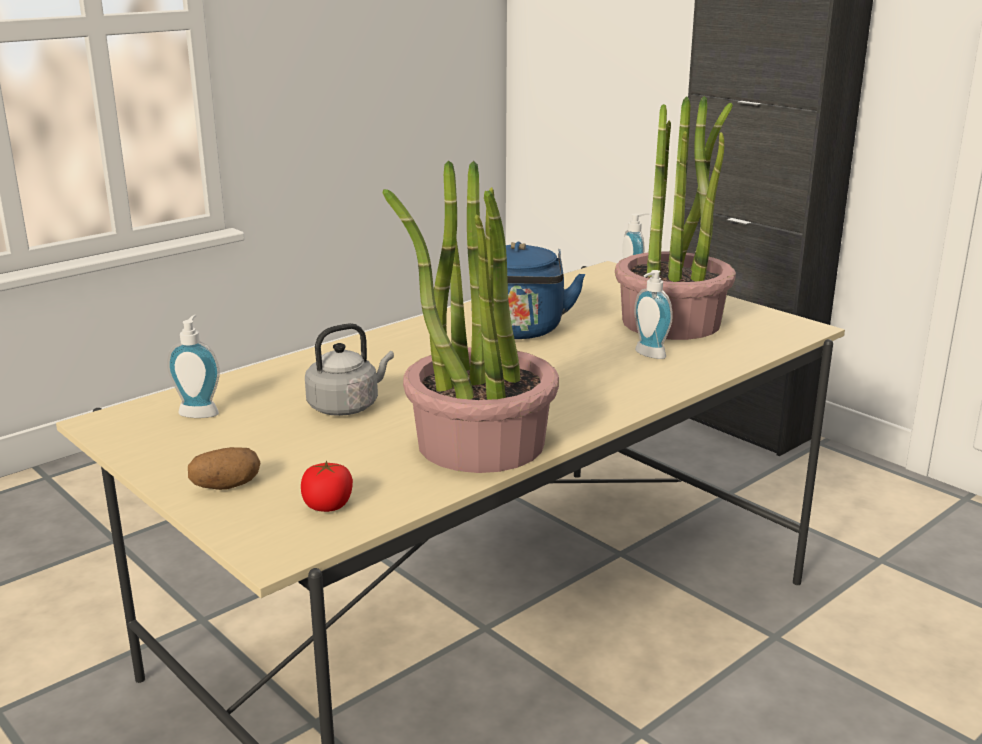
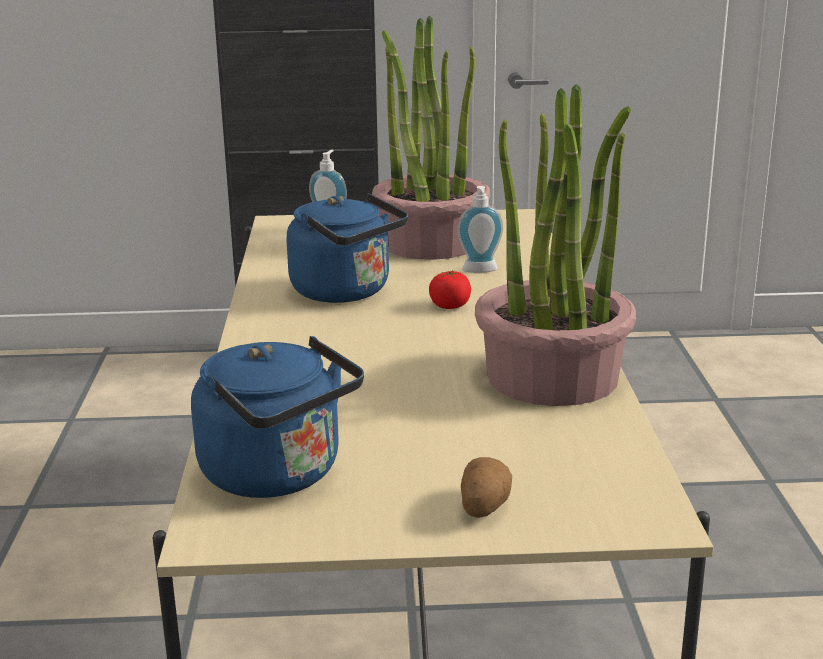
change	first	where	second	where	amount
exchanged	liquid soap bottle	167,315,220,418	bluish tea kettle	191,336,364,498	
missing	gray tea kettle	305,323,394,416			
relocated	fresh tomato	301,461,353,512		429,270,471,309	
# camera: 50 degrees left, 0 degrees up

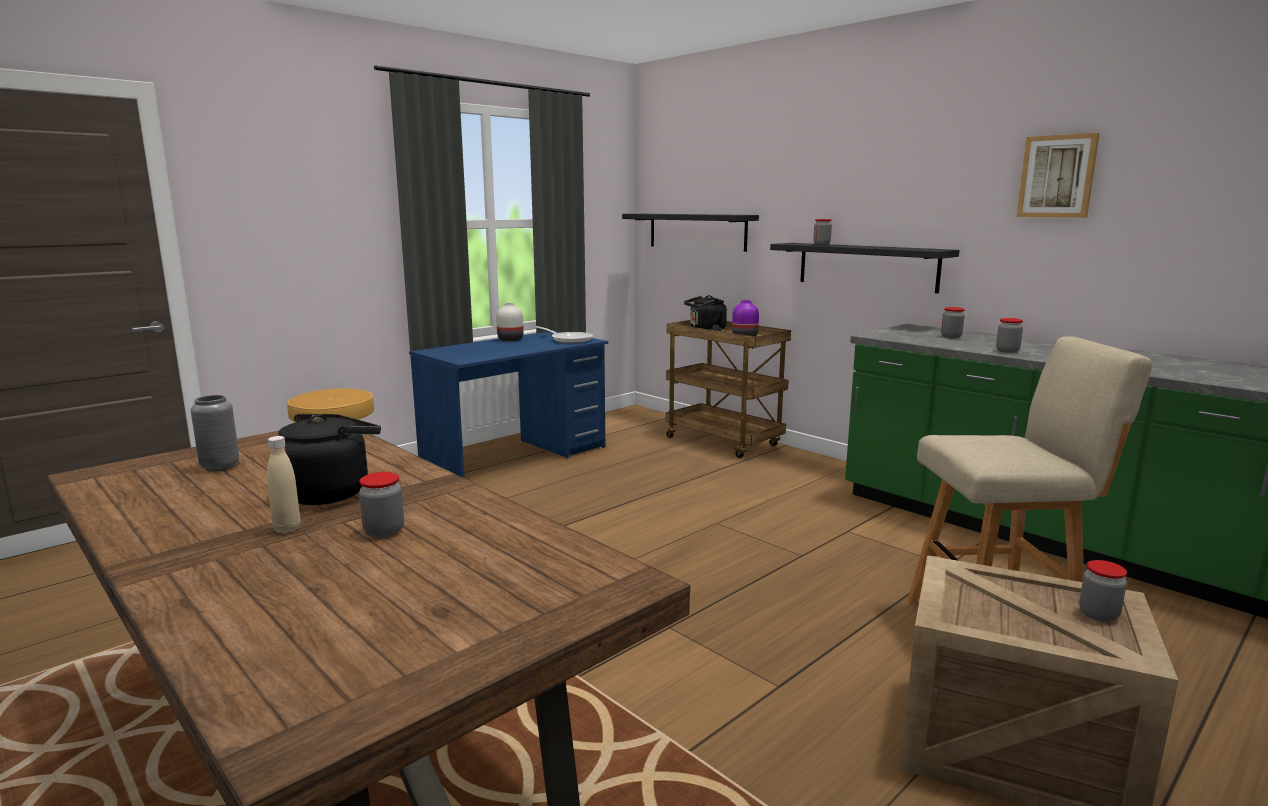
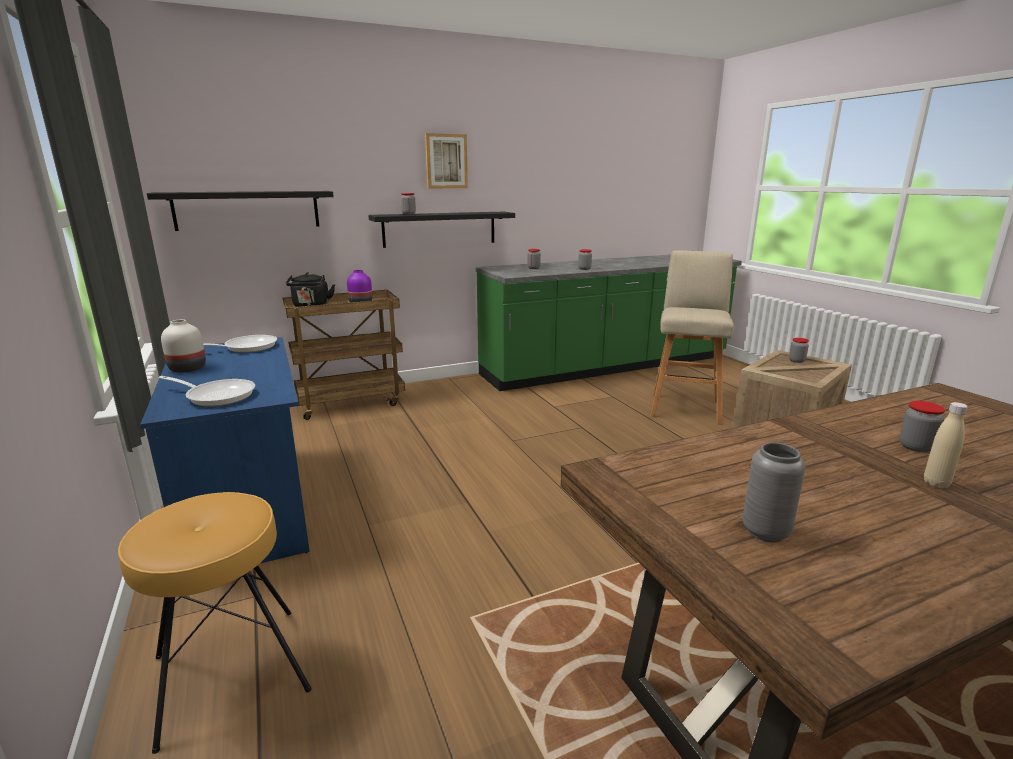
change	first	where	second	where	amount
relocated	picture	1017,133,1100,218		425,133,468,188	
missing	black tea kettle	278,414,381,505			
appeared			skillet	159,376,255,407	
# camera: 70 degrees left, 5 degrees up

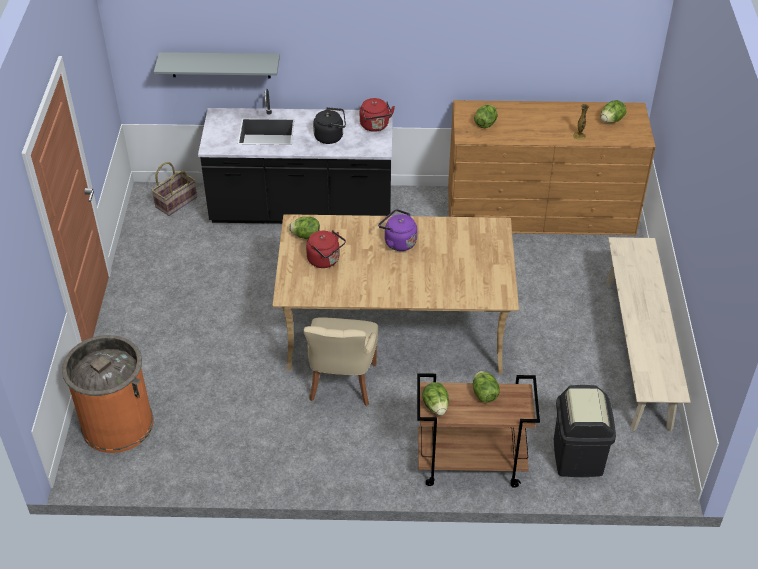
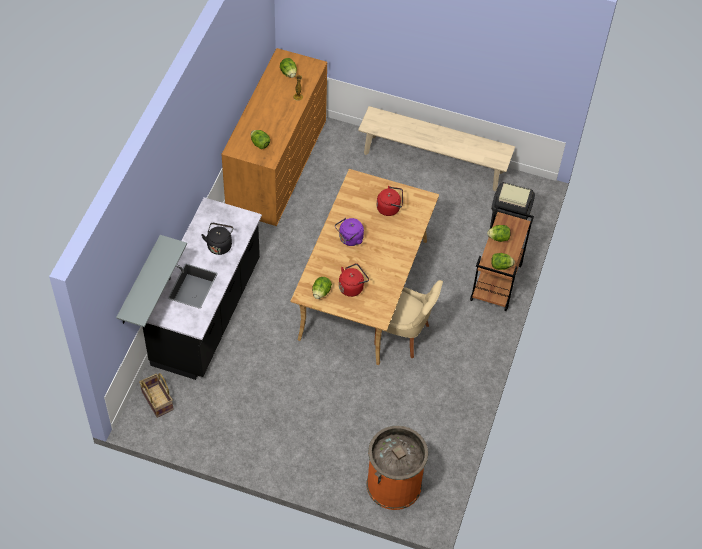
change	first	where	second	where	amount
relocated	reddish tea kettle	360,98,395,132		377,186,403,216	
# camera: 75 degrees left, 10 degrees up

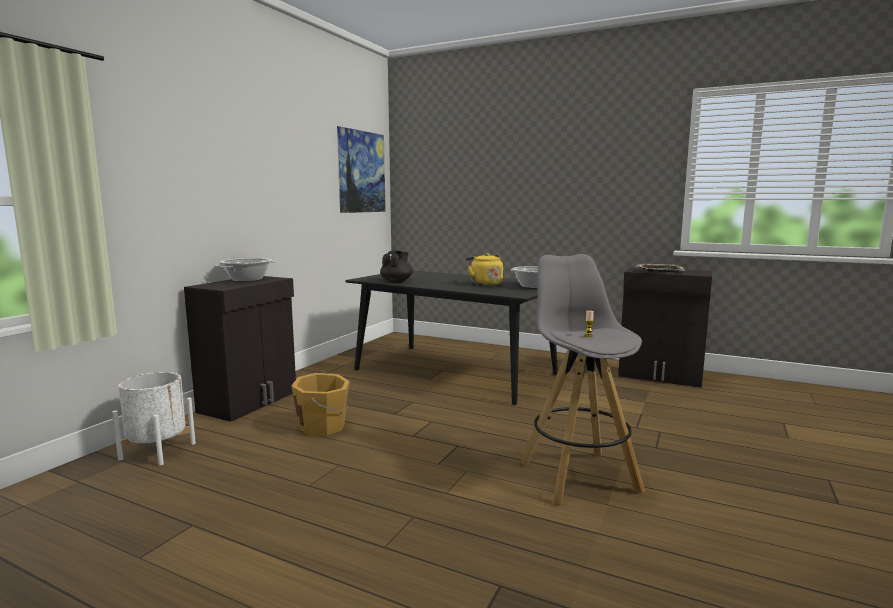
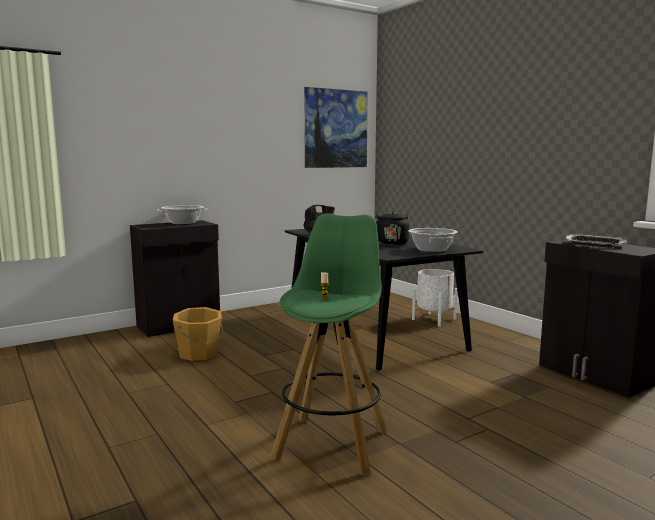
change	first	where	second	where	amount
colour	yellow-coloured tea kettle	466,253,503,286	black tea kettle	375,212,409,246	
colour	gray stool seat	520,254,645,505	greenish stool seat	270,214,387,475	
relocated	white planter	112,372,196,466		412,269,458,326	
# camera: 30 degrees right, 0 degrees up

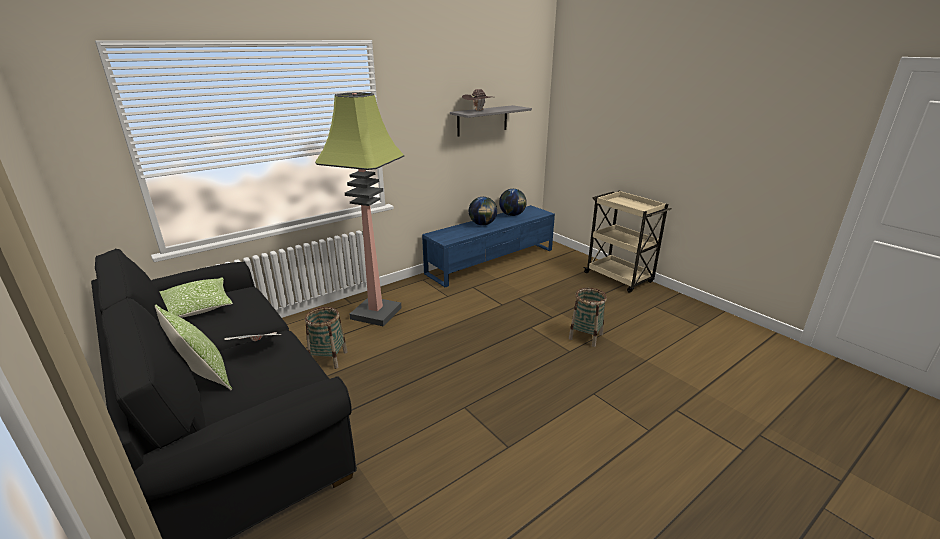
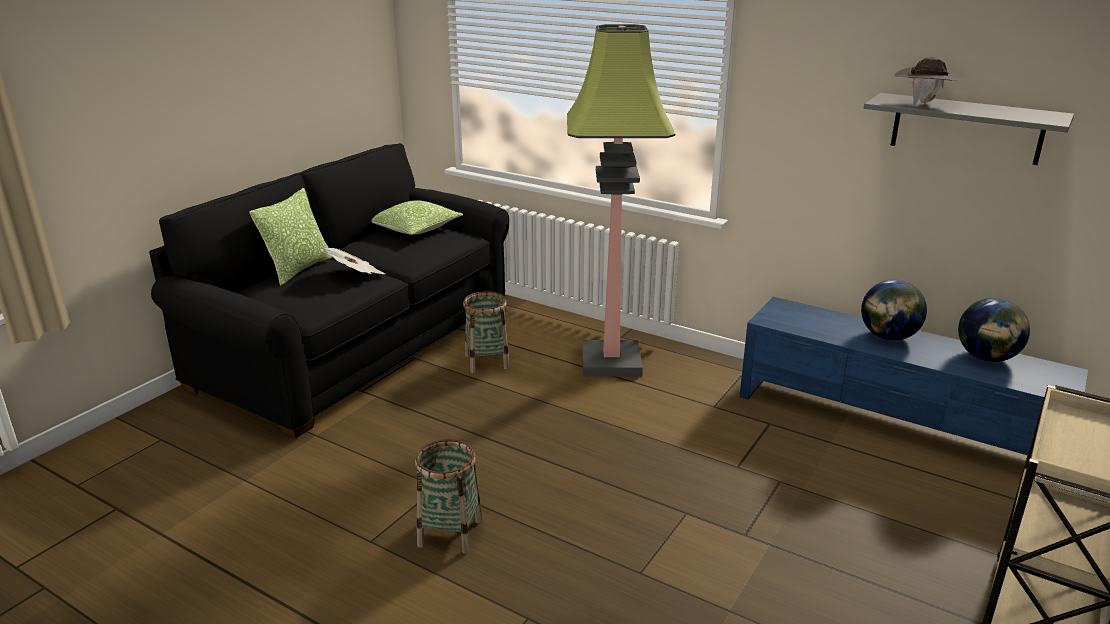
change	first	where	second	where	amount
relocated	household basket	569,288,607,347		415,439,482,554	
# camera: 70 degrees right, 0 degrees up

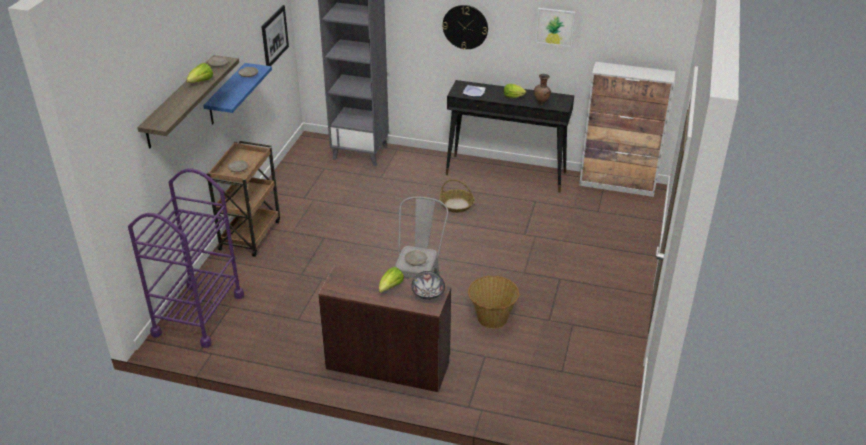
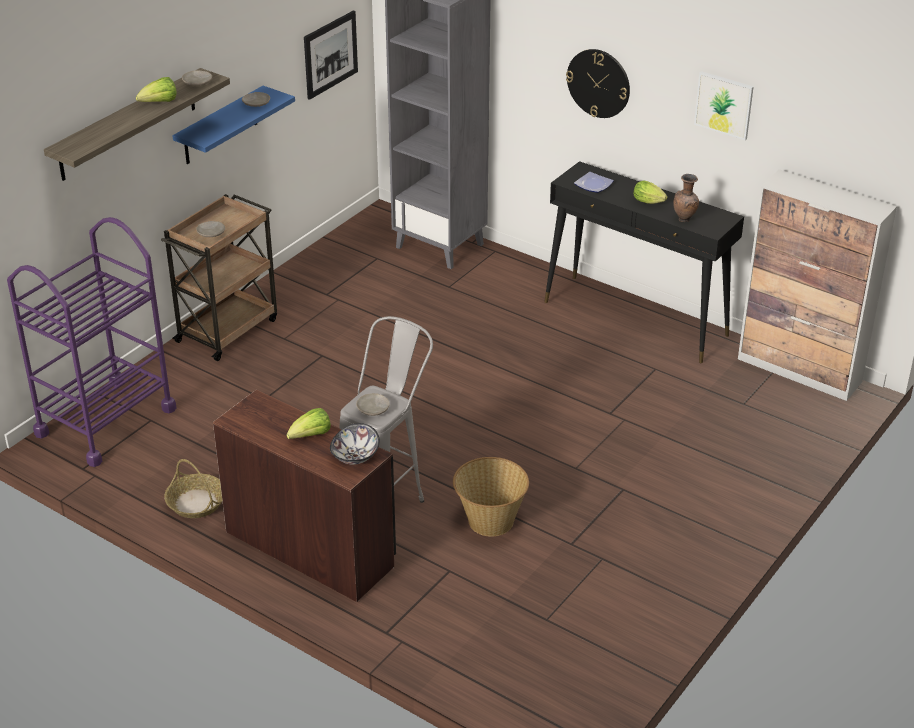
change	first	where	second	where	amount
relocated	household basket	439,179,475,213		164,459,222,518	
# camera: 20 degrees right, 0 degrees up

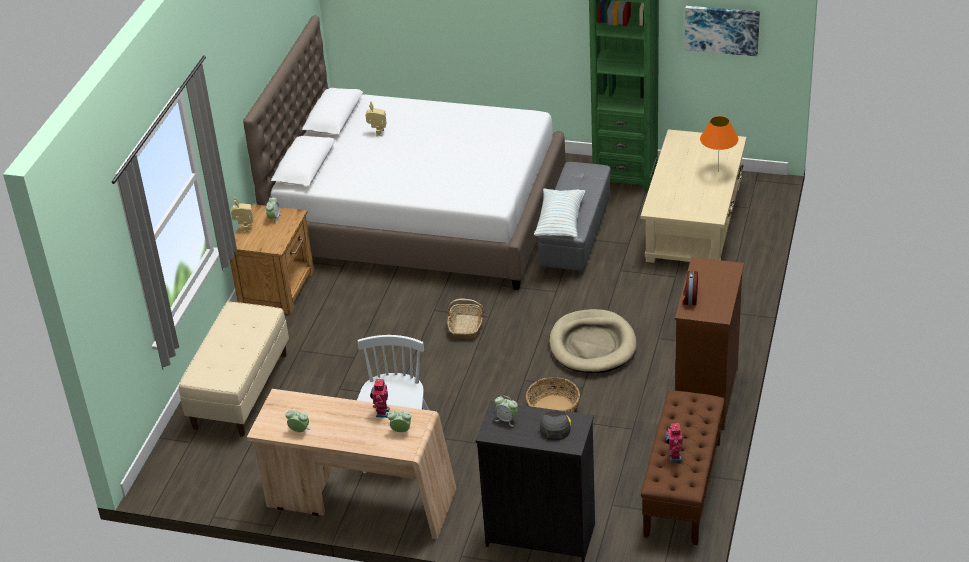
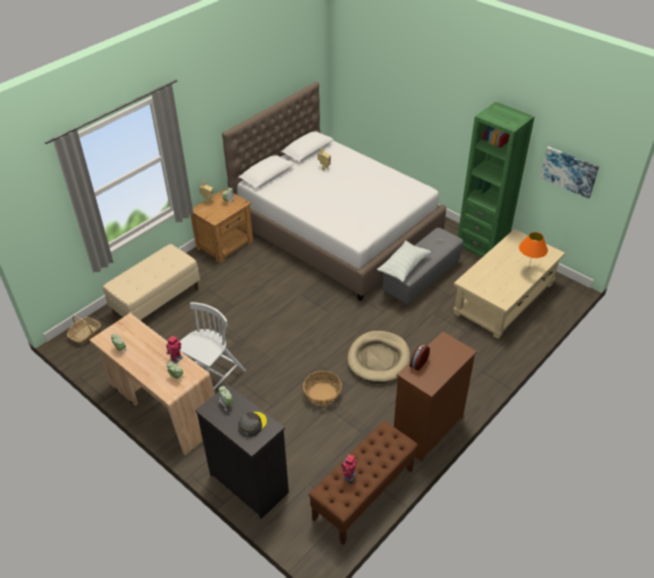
change	first	where	second	where	amount
relocated	household basket	447,298,484,338		67,315,101,345	
# camera: 25 degrees right, 5 degrees up

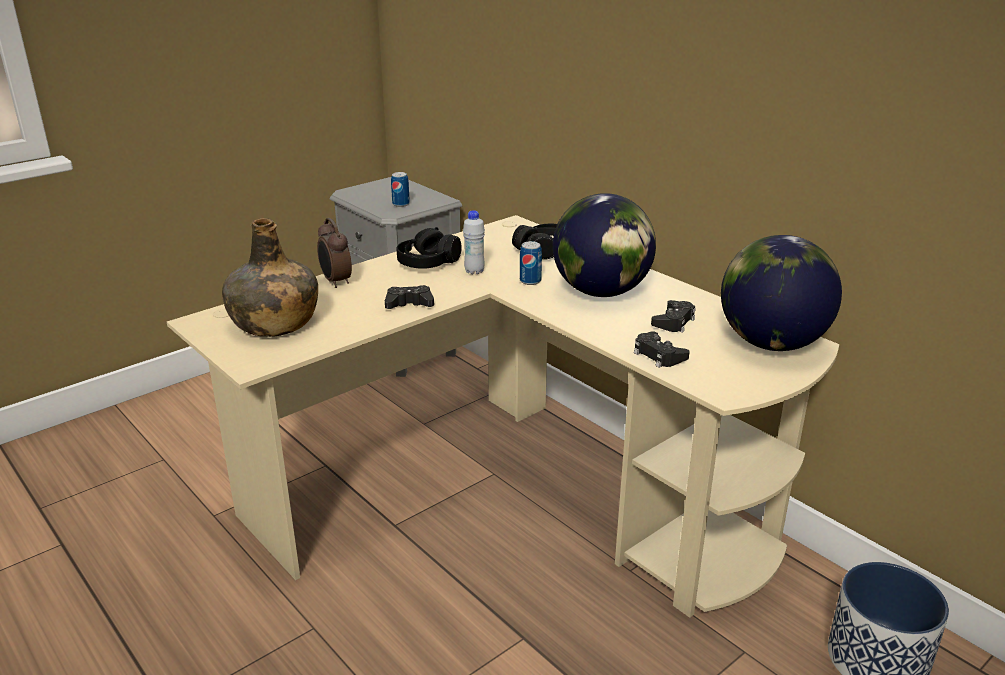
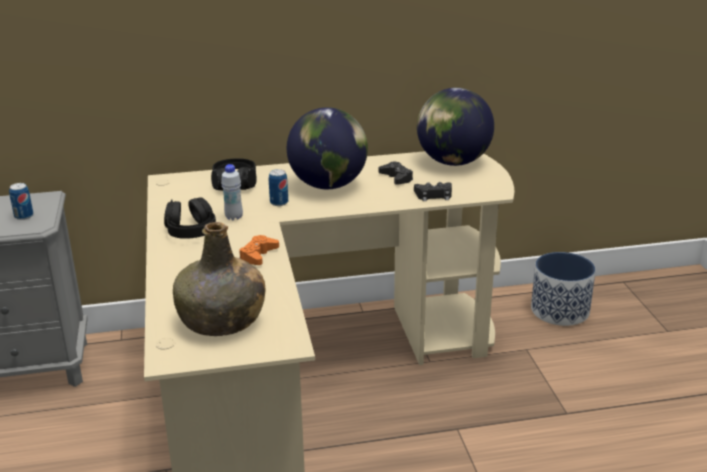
change	first	where	second	where	amount
missing	bedside clock	317,218,352,288			
colour	black gamepad	385,285,434,309	orange-coloured gamepad	239,235,279,265	
# camera: 60 degrees left, 0 degrees up

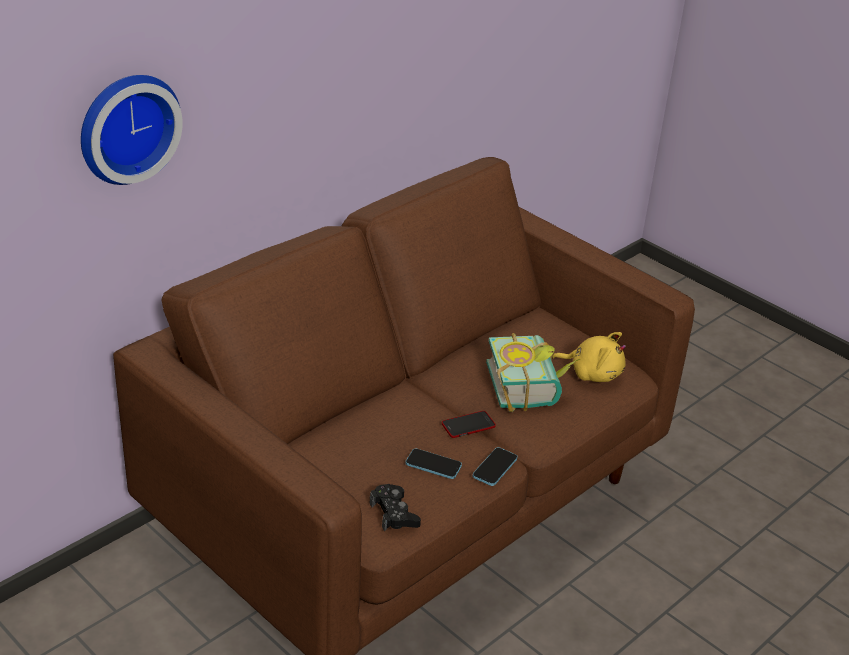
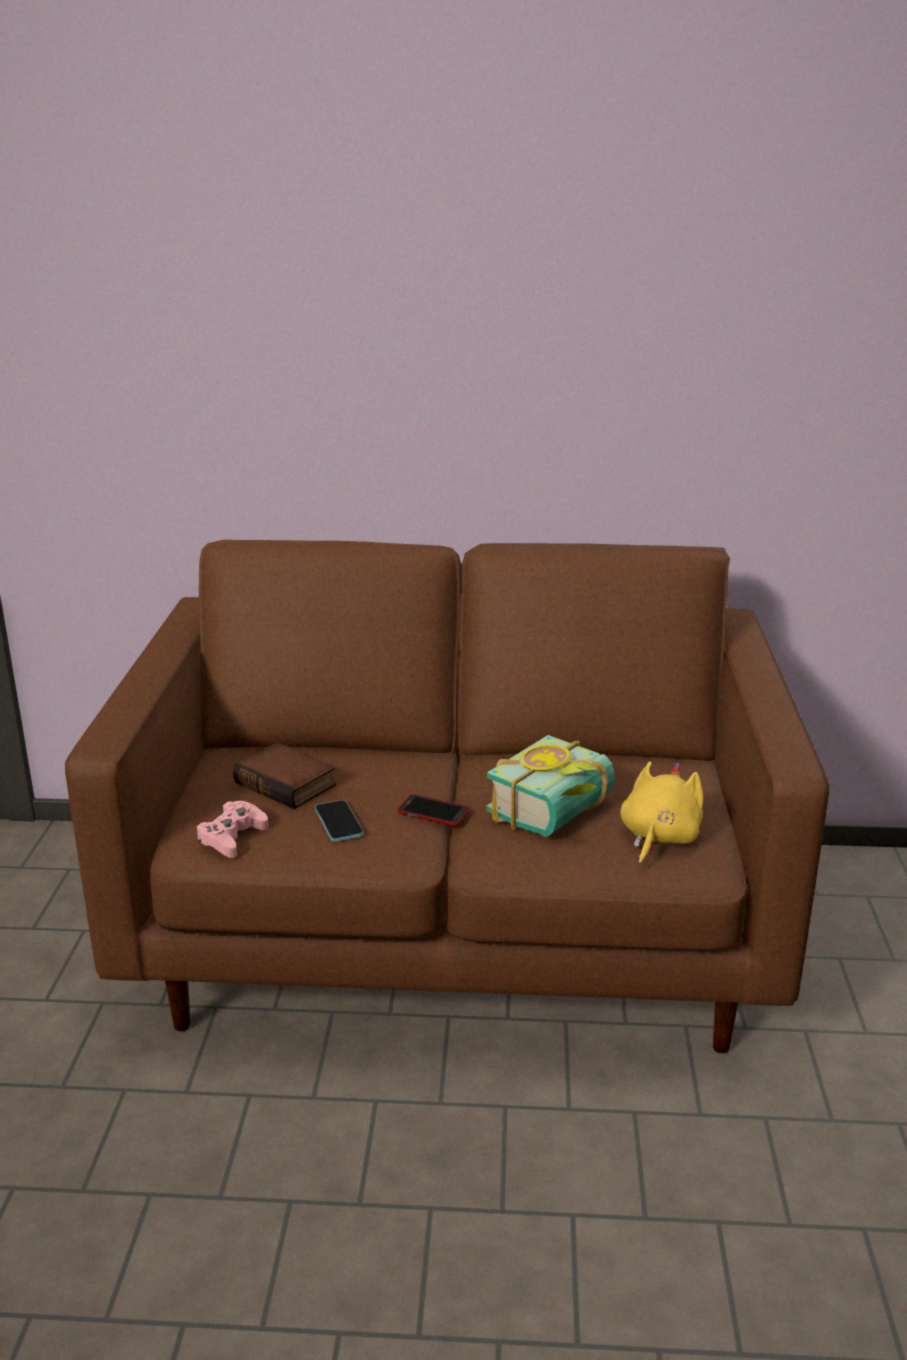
change	first	where	second	where	amount
missing	hanging clock	81,75,183,185			
spun	yellow-coloured soft toy	552,332,626,382		620,761,704,865	135 degrees counterclockwise
missing	handset	473,447,517,486			
colour	black gamepad	370,484,421,531	pinkish gamepad	196,801,268,858	
appeared			book	233,743,336,809	
# camera: 50 degrees right, 10 degrees down

